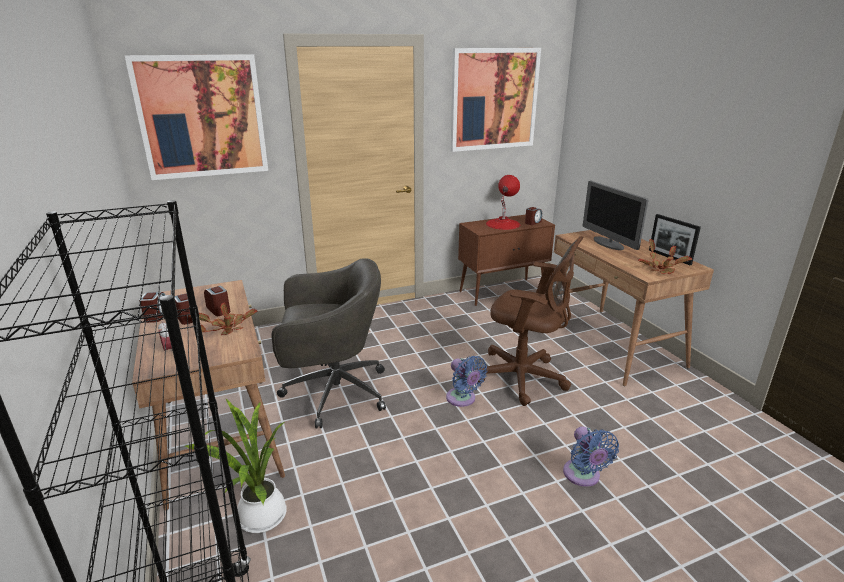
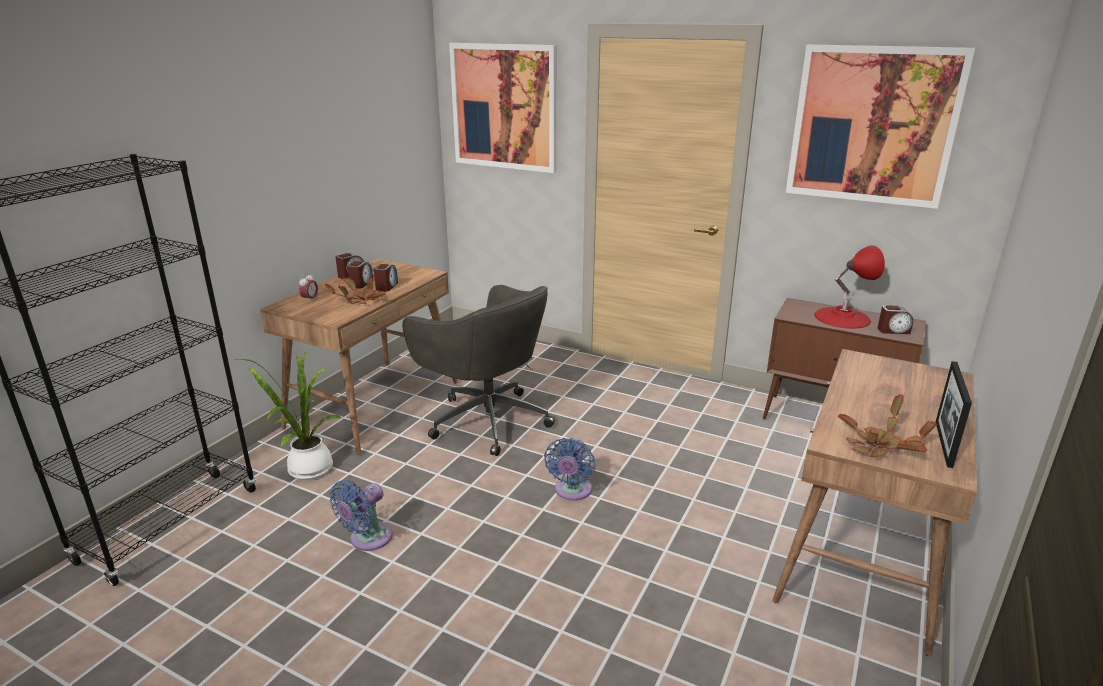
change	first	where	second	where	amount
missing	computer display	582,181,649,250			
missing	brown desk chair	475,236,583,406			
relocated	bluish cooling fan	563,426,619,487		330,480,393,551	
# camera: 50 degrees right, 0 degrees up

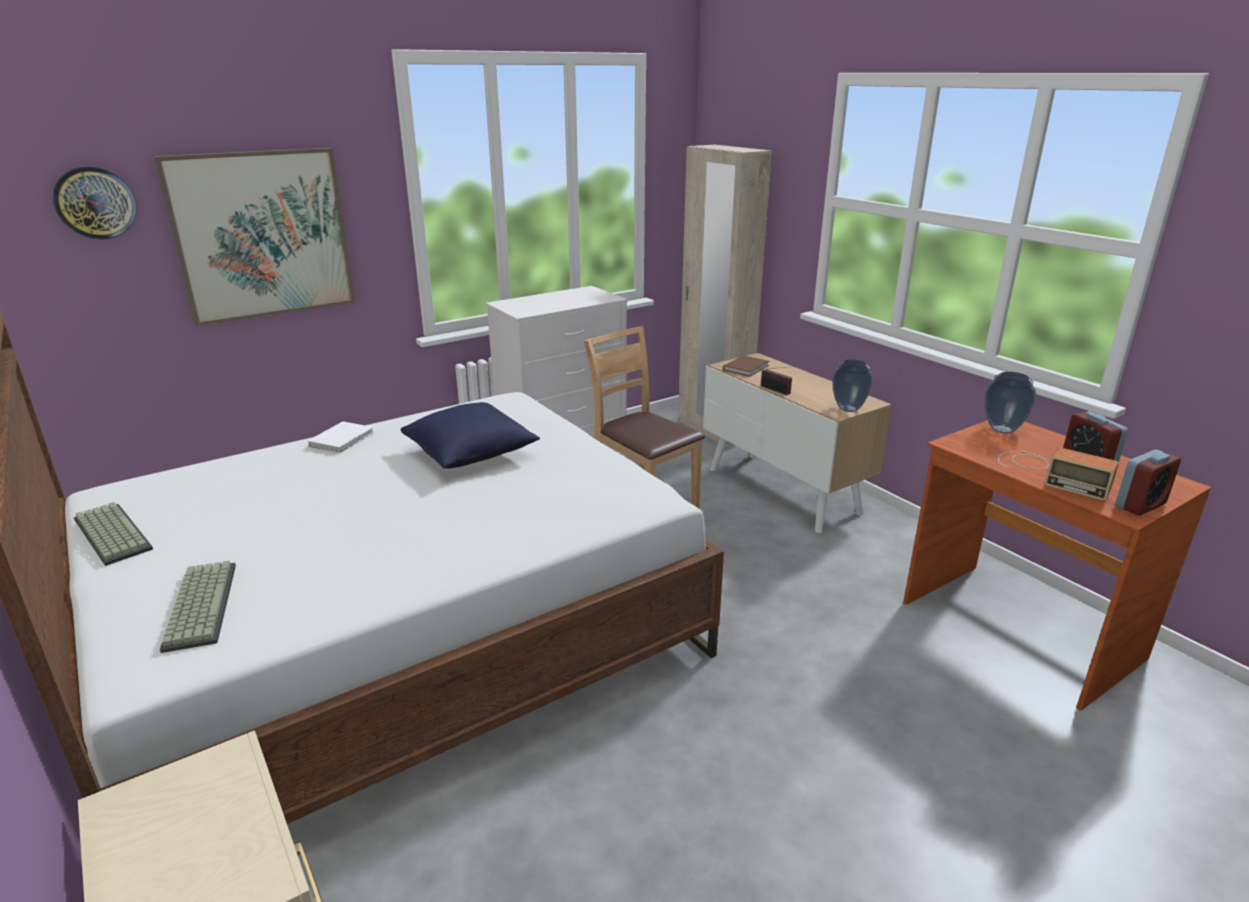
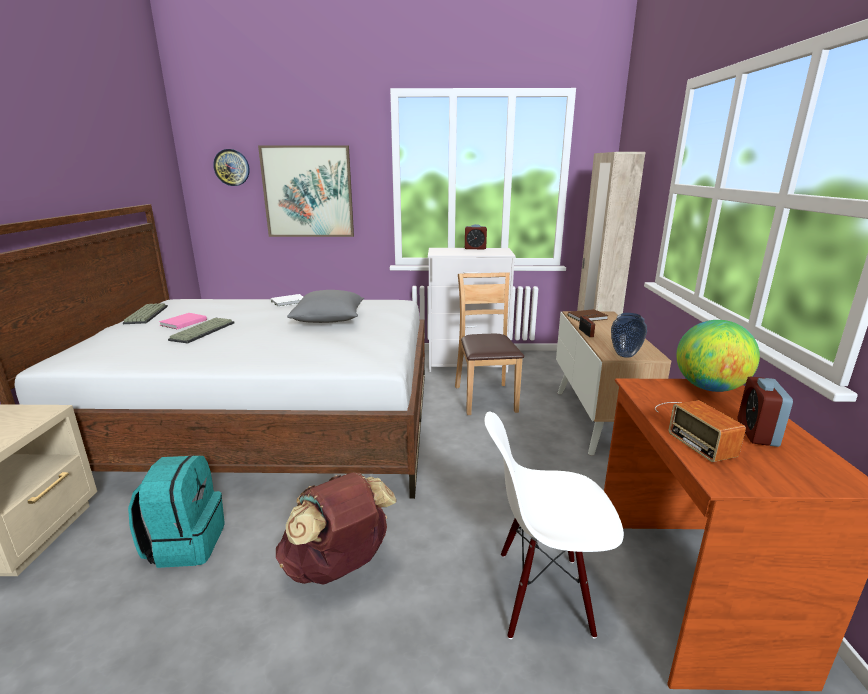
change	first	where	second	where	amount
exchanged	vase	985,372,1036,434	world globe	676,320,760,392	
colour	bluish cushion	401,402,540,469	gray cushion	287,290,364,323	
relocated	bedside clock	1115,449,1181,516		465,224,487,249	
relocated	keyboard	160,561,236,653		168,318,235,343	
appeared			pinkish book	159,313,207,329	
appeared			white plain chair	484,411,624,639	
appeared			turquoise backpack	128,455,225,568	
appeared			brown backpack	276,472,397,585	
# camera: 35 degrees right, 5 degrees down

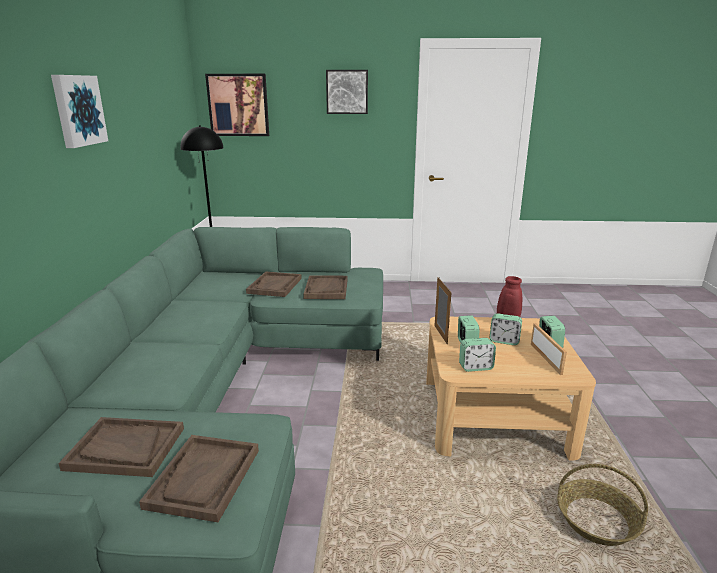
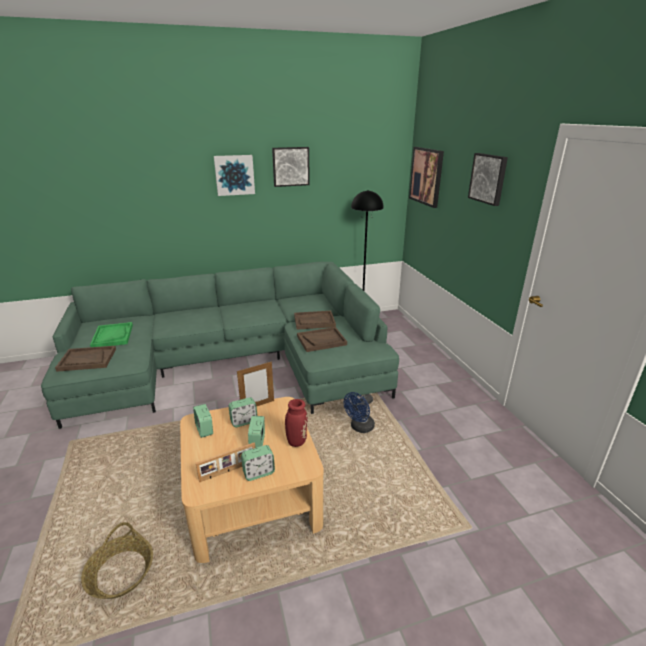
change	first	where	second	where	amount
colour	brown tray	58,417,184,477	greenish tray	90,322,133,347	
appeared			picture	272,147,310,187	
appeared			bluish cooling fan	343,392,375,433	
# camera: 70 degrees right, 5 degrees up

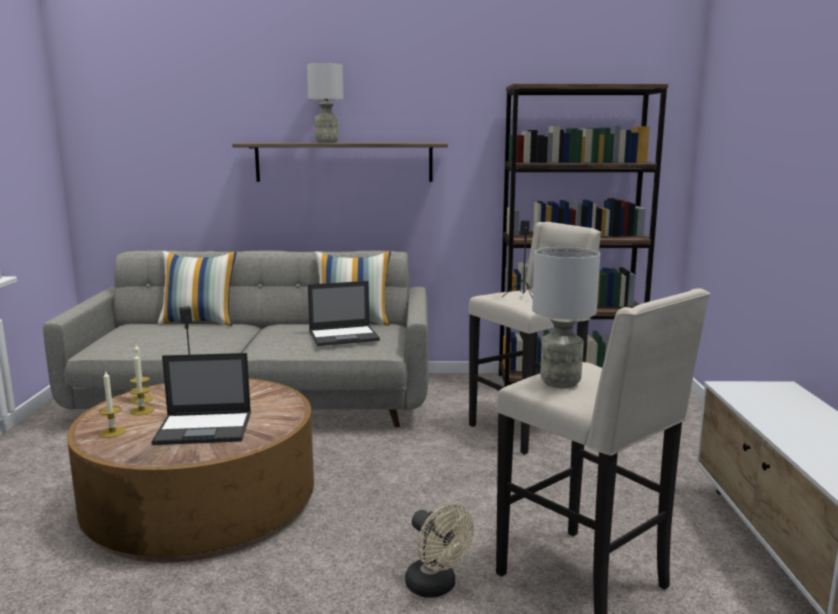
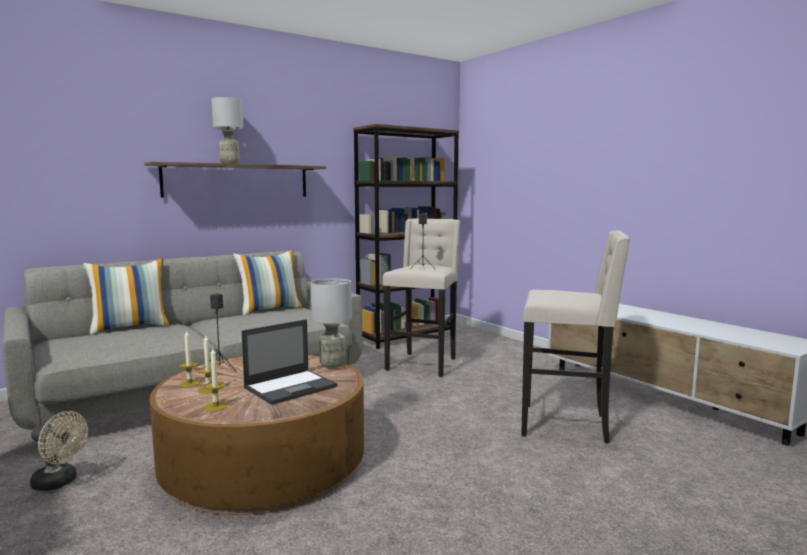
change	first	where	second	where	amount
relocated	gray tabletop lamp	532,247,600,388		311,279,352,368	
missing	laptop	308,281,380,346			
relocated	sand-coloured cooling fan	405,504,474,598		30,411,88,491	
# camera: 35 degrees left, 5 degrees down

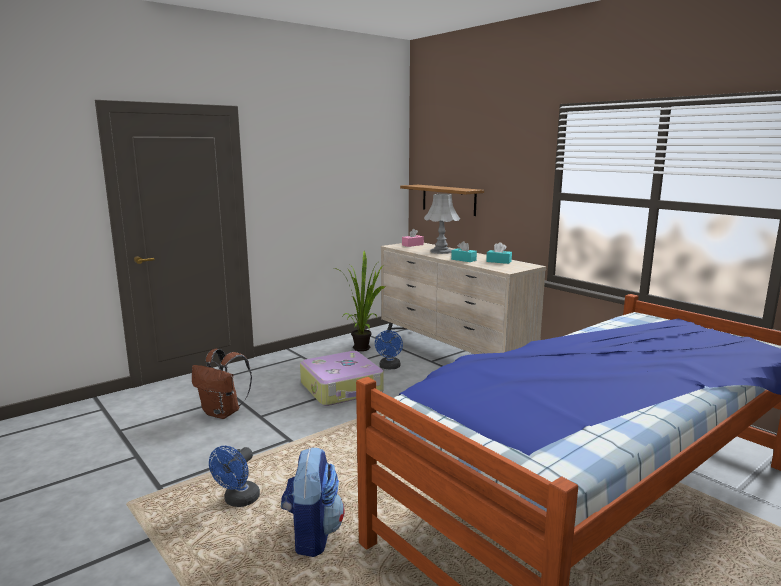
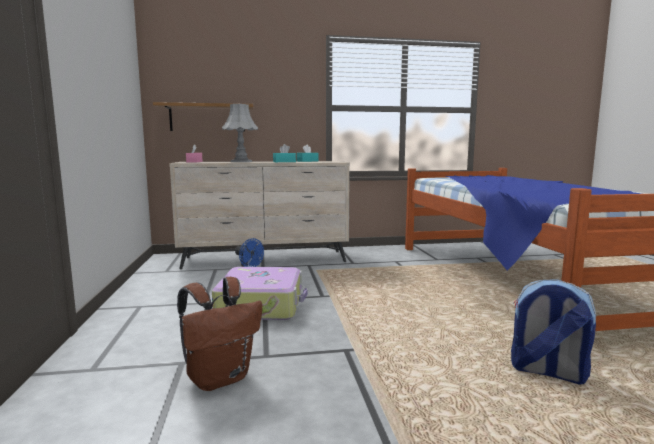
change	first	where	second	where	amount
missing	potted plant	334,251,385,351			
missing	bluish cooling fan	209,446,260,507			
# camera: 60 degrees left, 5 degrees down

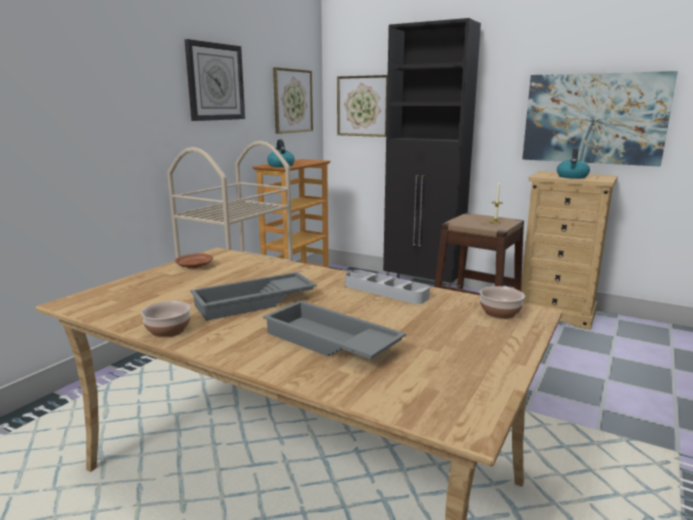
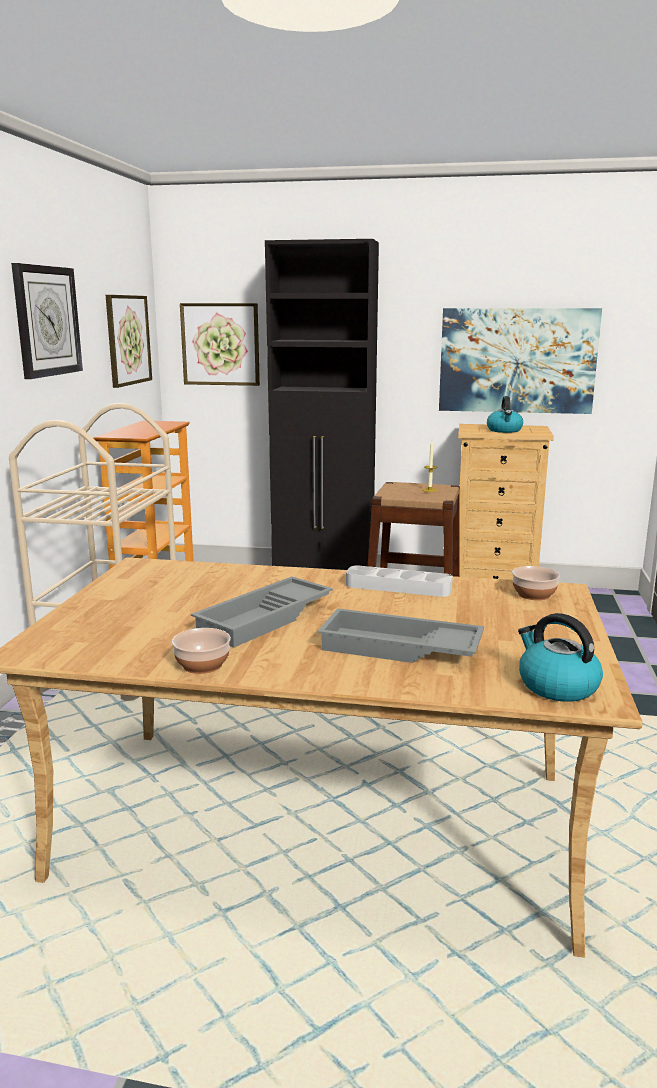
change	first	where	second	where	amount
relocated	tea kettle	267,139,295,167		518,613,603,702	
missing	brown plate	175,253,213,269			
# camera: 20 degrees left, 0 degrees up

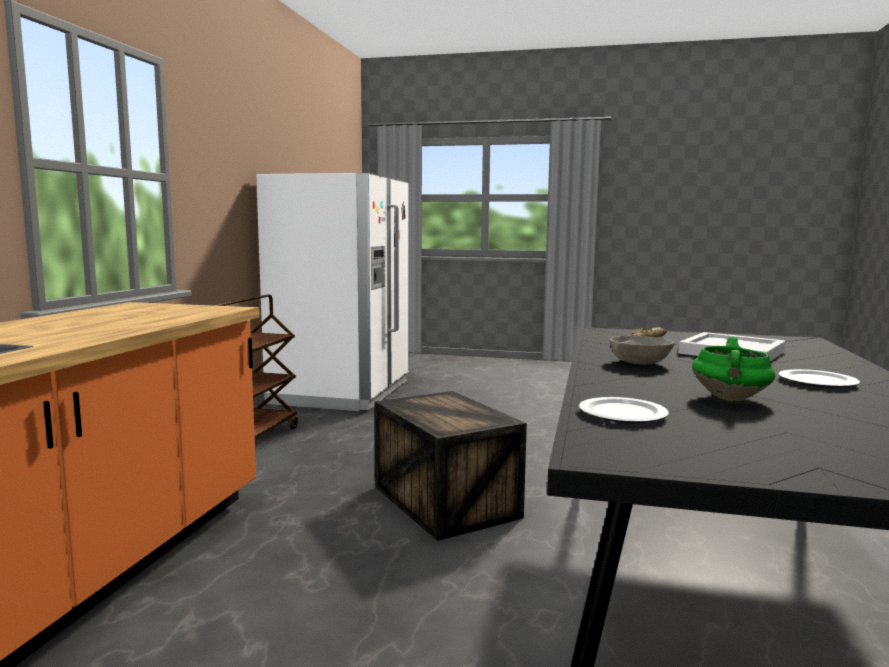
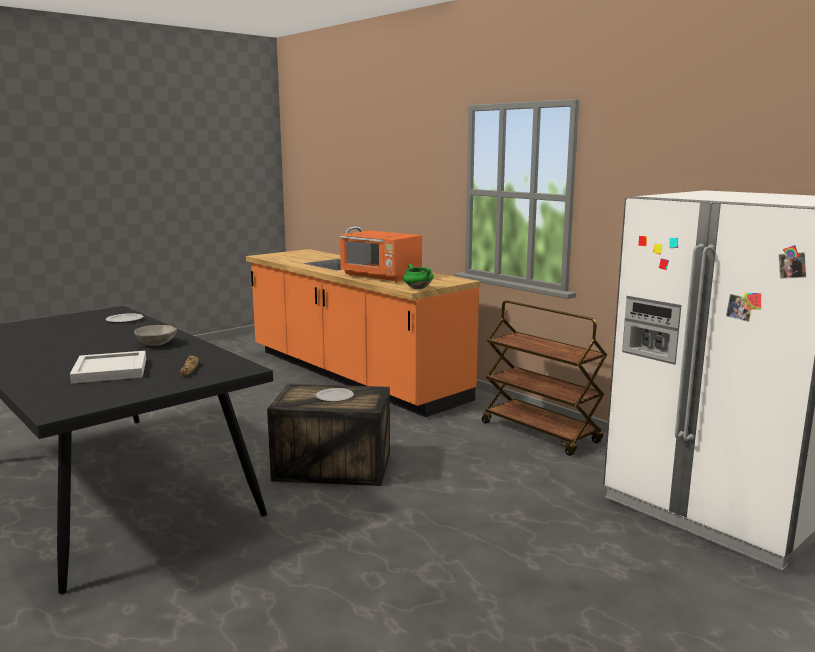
change	first	where	second	where	amount
relocated	greenish cooking pot	692,336,775,401		403,264,434,289	
relocated	plate	778,369,860,388		316,388,354,402	
appeared			orange-coloured microwave oven	339,230,422,282	
# camera: 125 degrees right, 5 degrees up

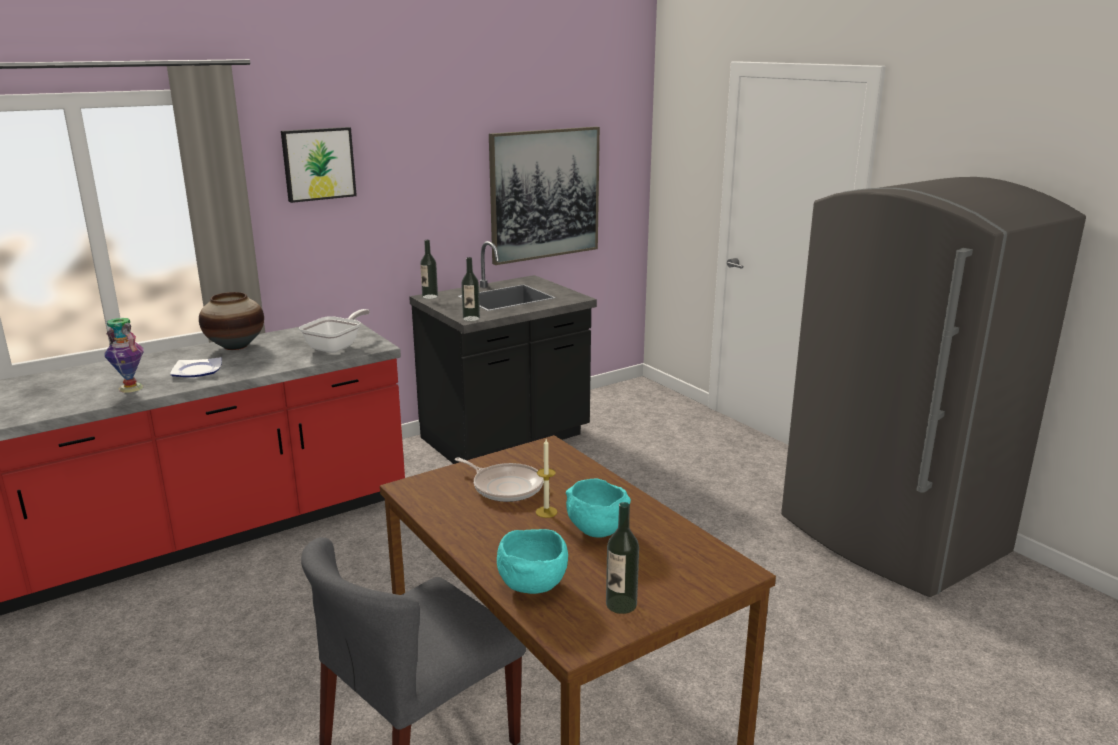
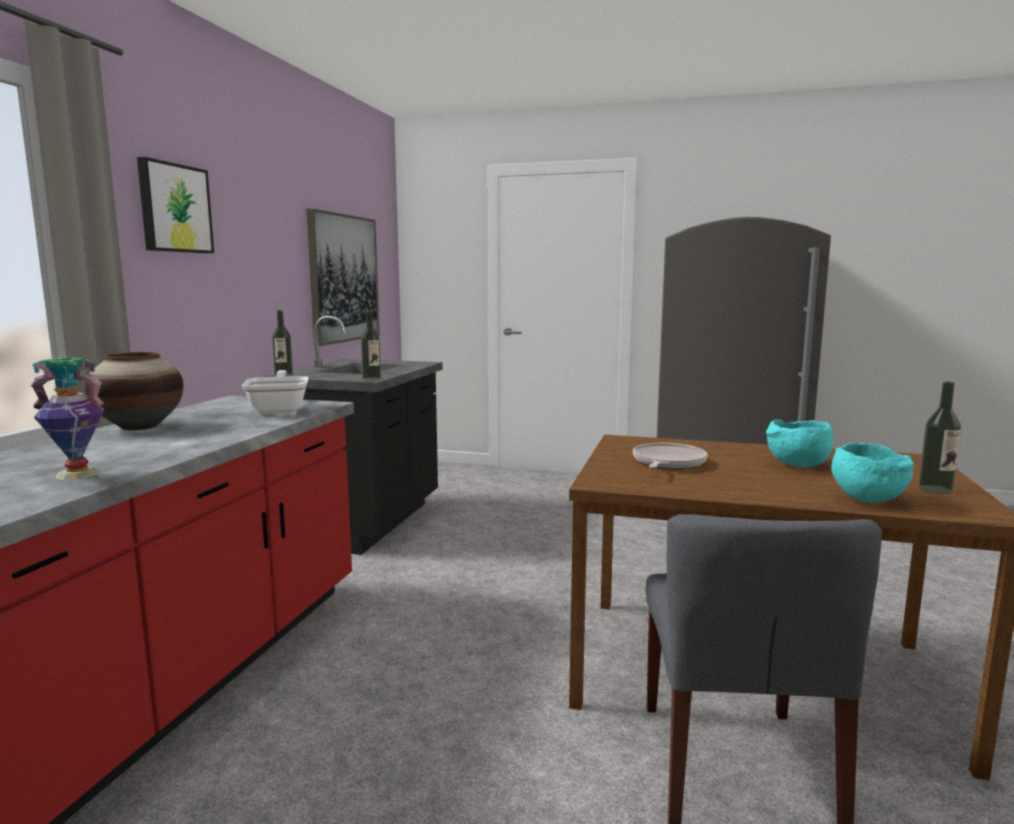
change	first	where	second	where	amount
missing	plate	170,357,222,377			
missing	candle	536,439,557,518			
spun	skillet	455,457,544,502		633,443,708,469	60 degrees counterclockwise
# camera: 40 degrees left, 10 degrees down

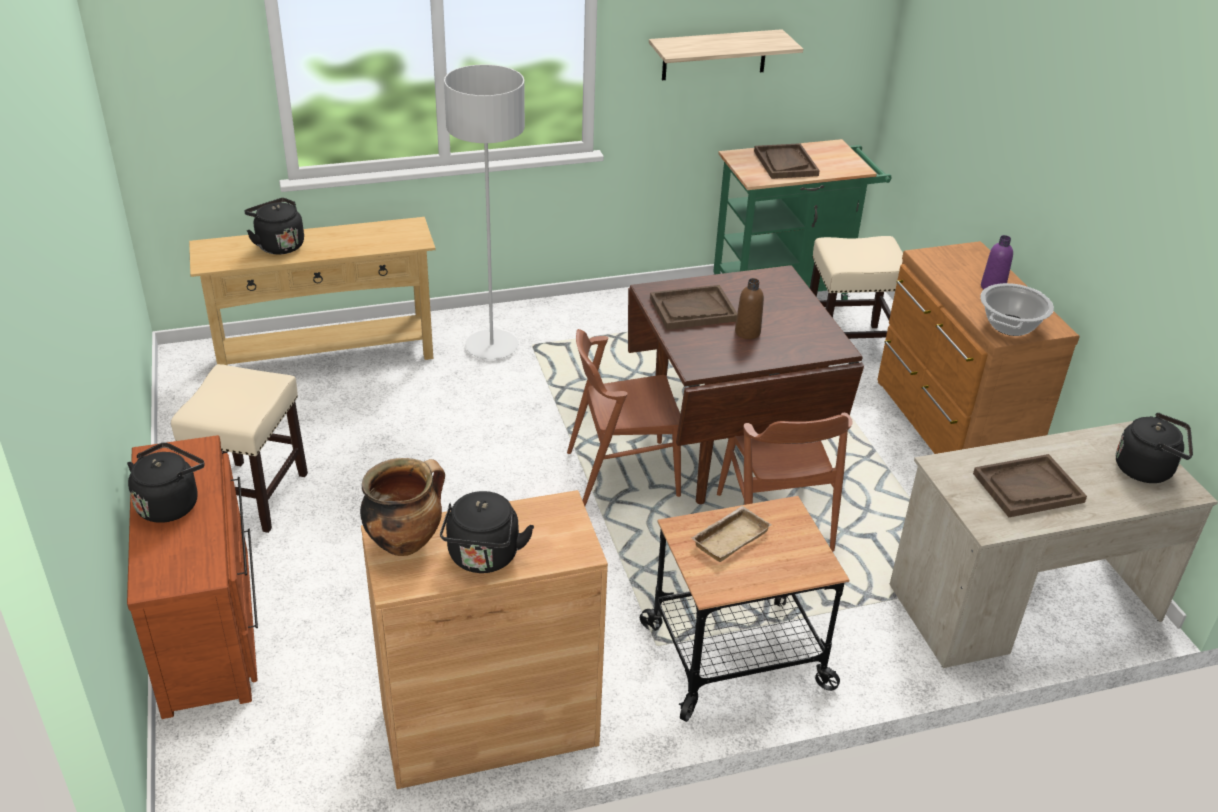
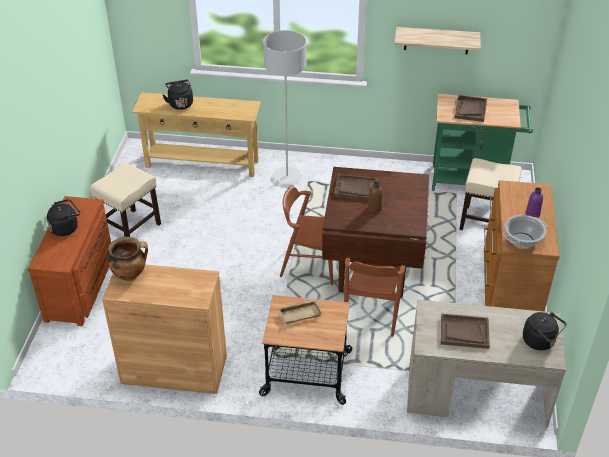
change	first	where	second	where	amount
missing	black tea kettle	440,491,534,573			
# camera: 25 degrees right, 5 degrees up

